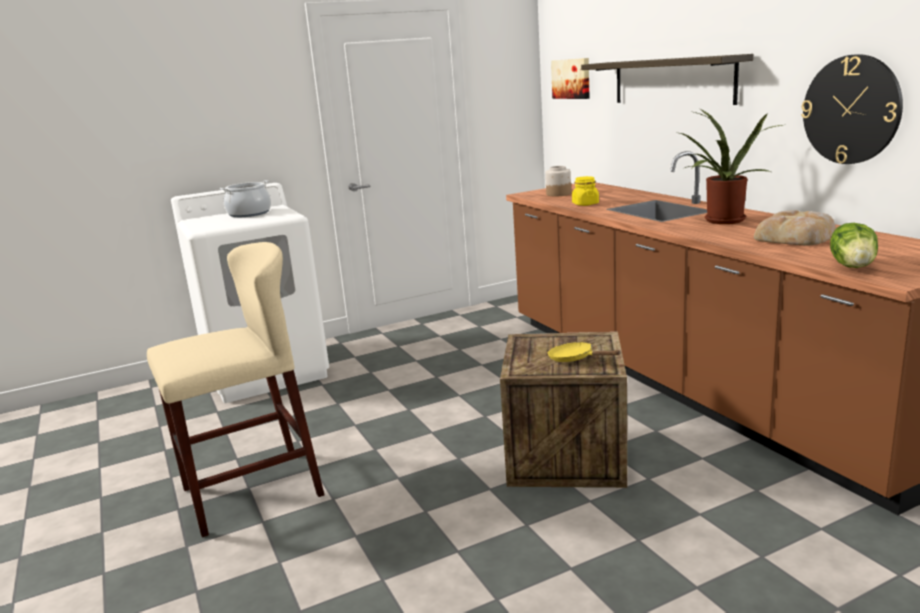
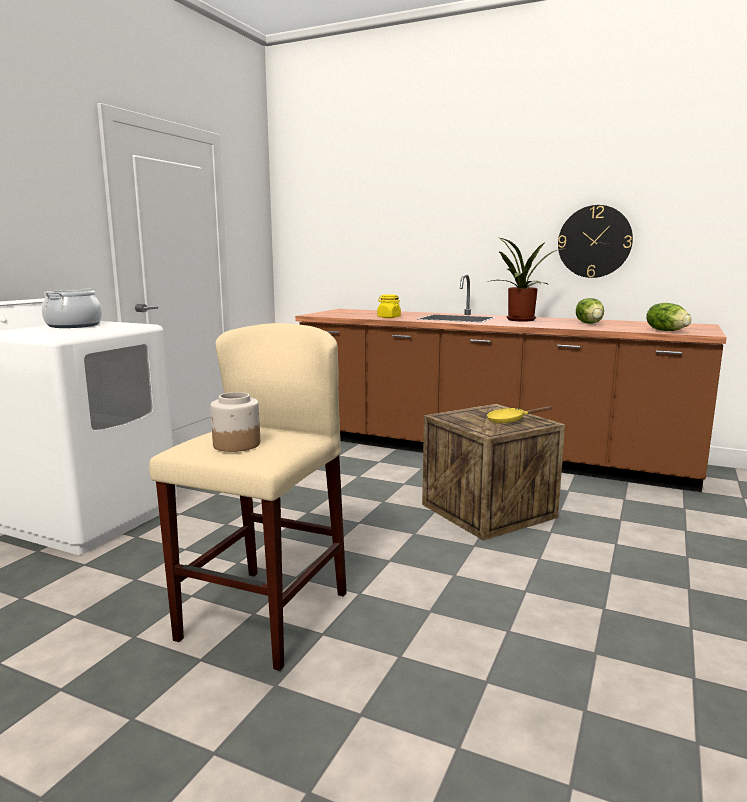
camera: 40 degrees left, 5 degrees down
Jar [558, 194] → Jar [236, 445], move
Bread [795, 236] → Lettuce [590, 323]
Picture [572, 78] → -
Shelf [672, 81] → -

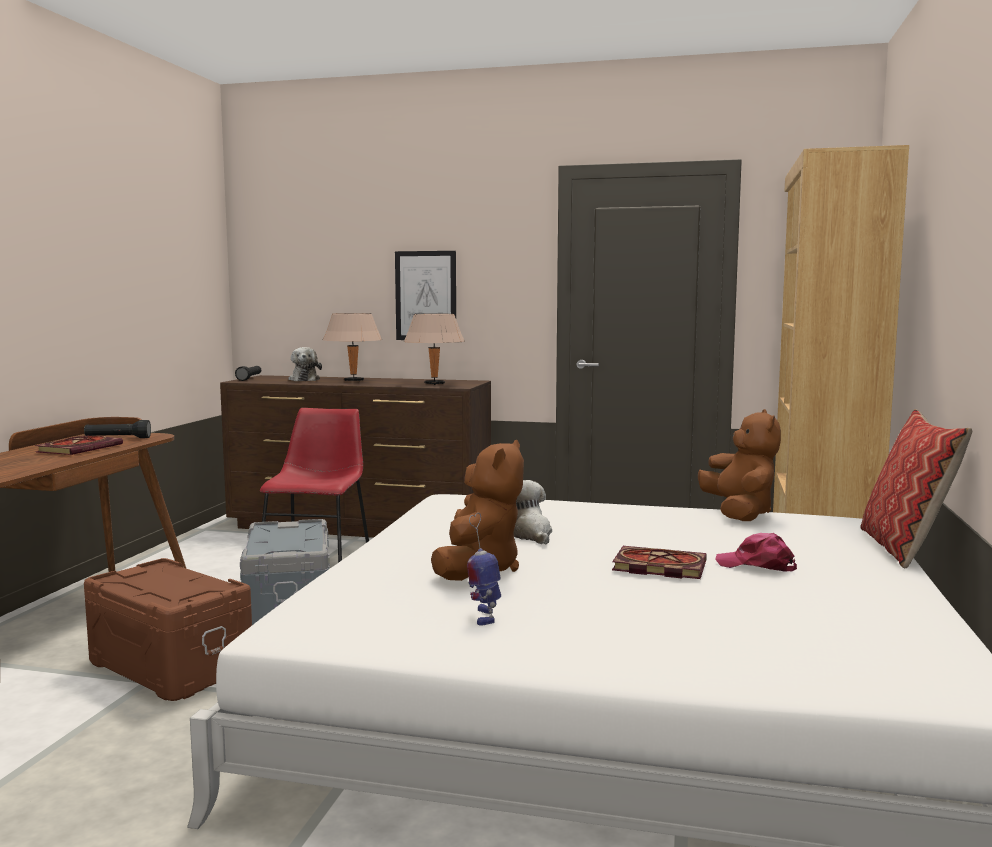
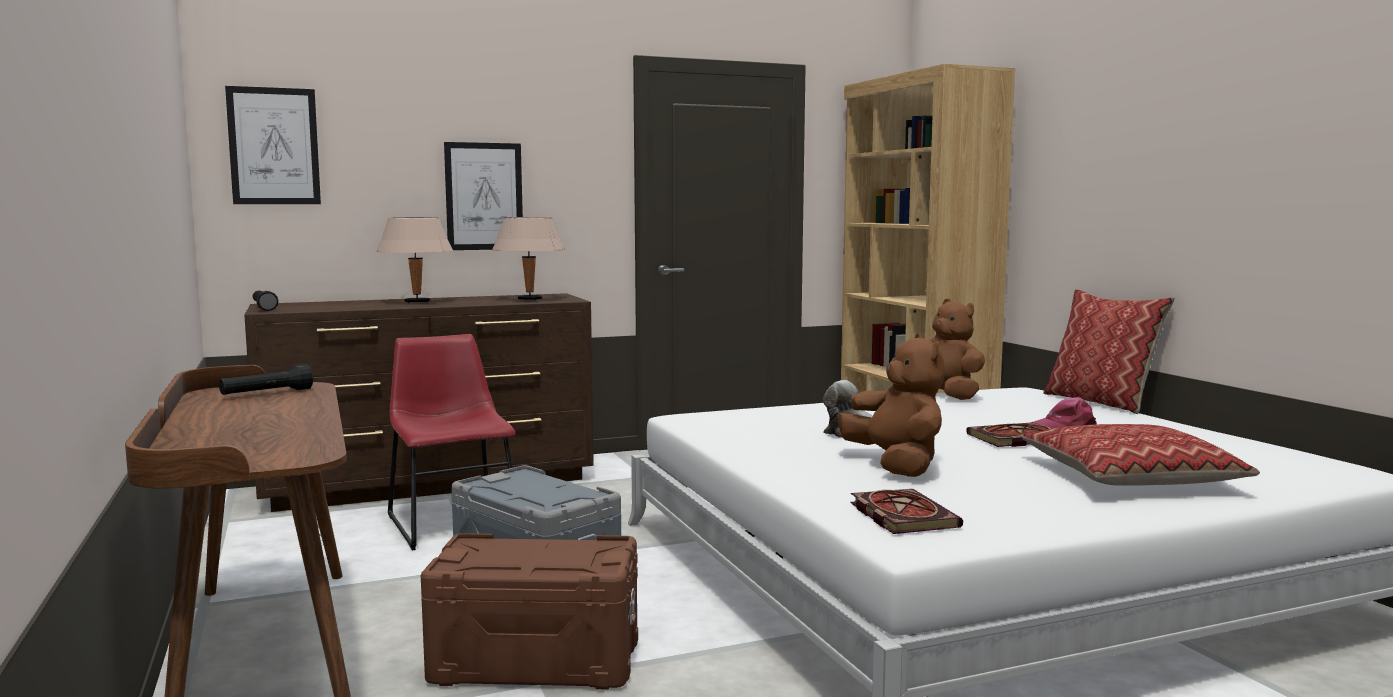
camera: 35 degrees left, 0 degrees up
- → Picture [274, 146]
Book [80, 448] → Book [900, 515], move
- → Pillow [1130, 477]
PlushToy [304, 379] → -
ToyRobot [484, 616] → -

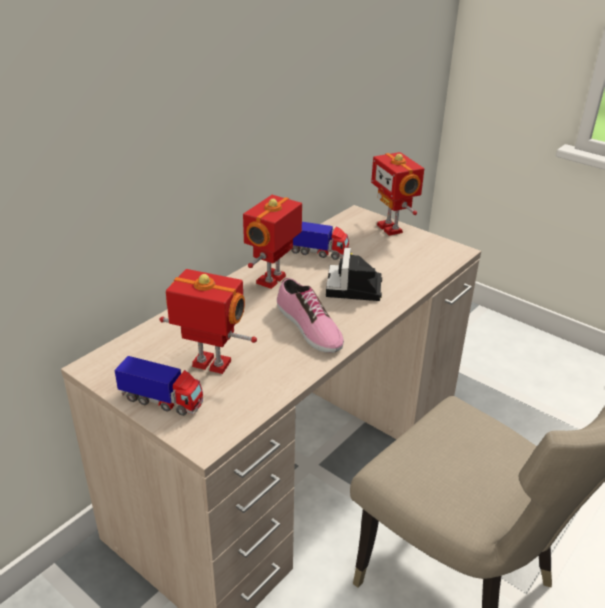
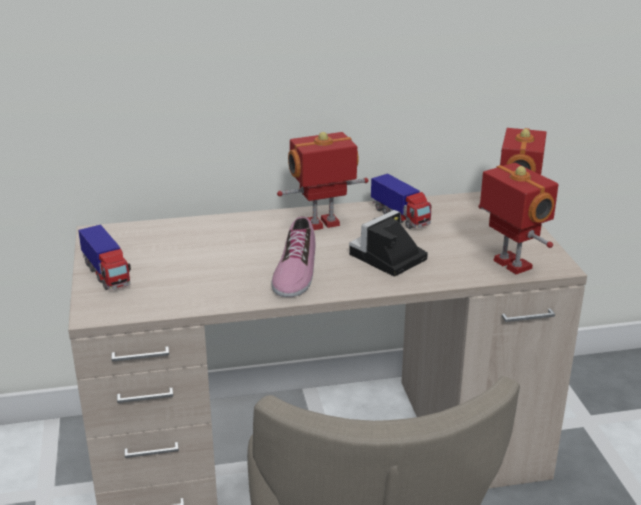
camera: 40 degrees right, 5 degrees down
ToyRobot [210, 365] → ToyRobot [510, 265], move

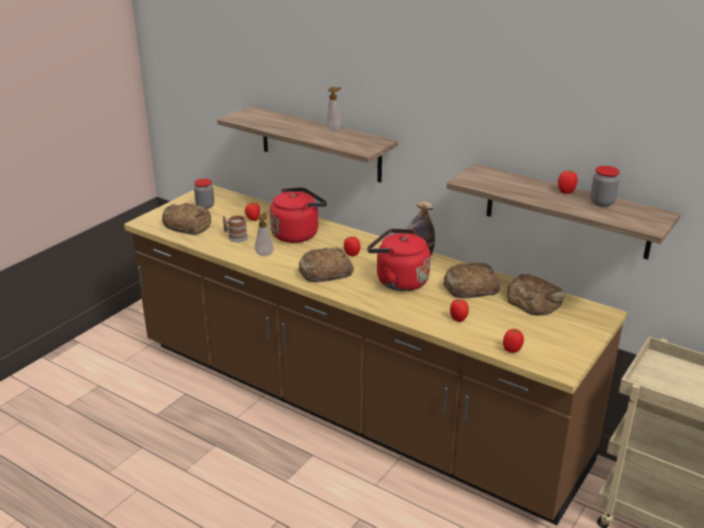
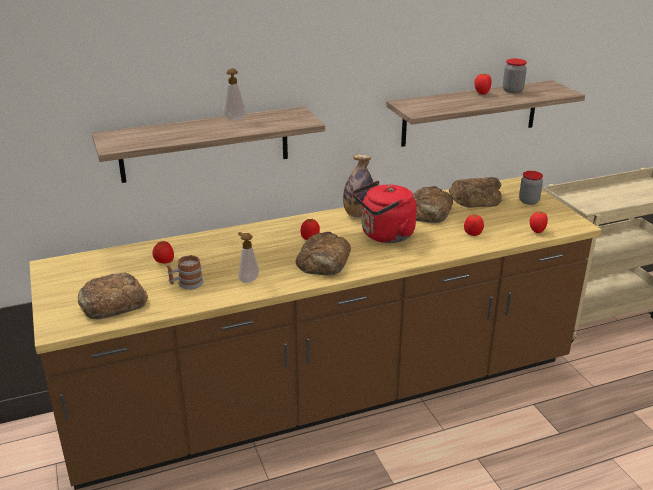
camera: 55 degrees left, 0 degrees up
Jar [205, 206] → Jar [529, 201], move
RedKettle [297, 234] → -

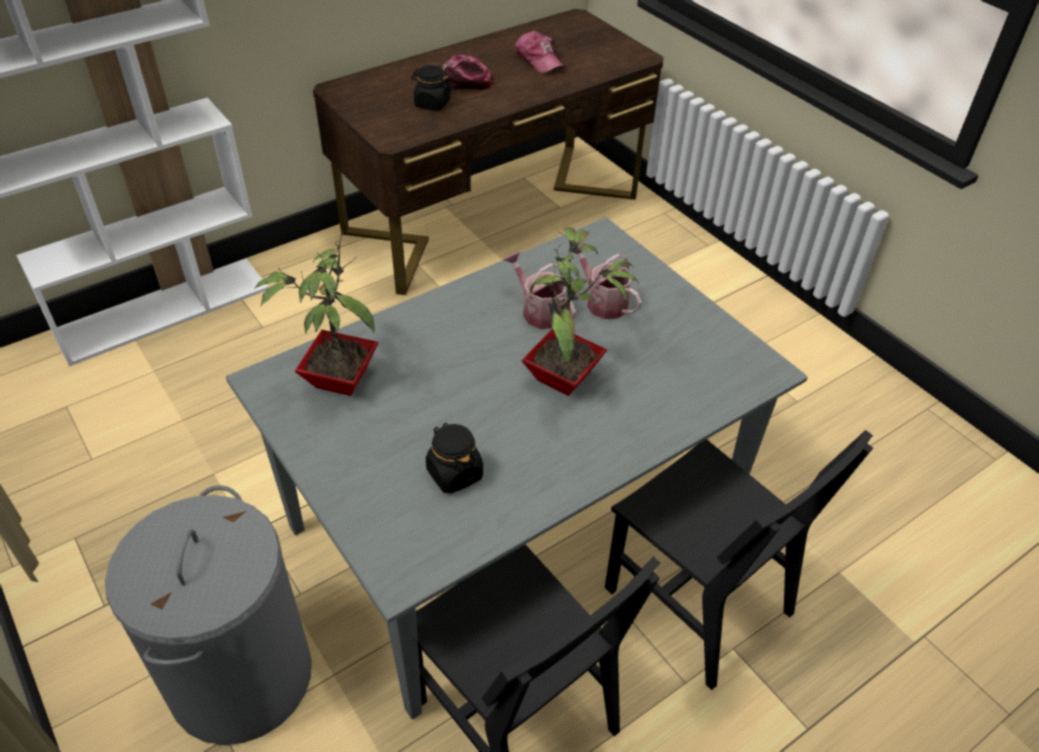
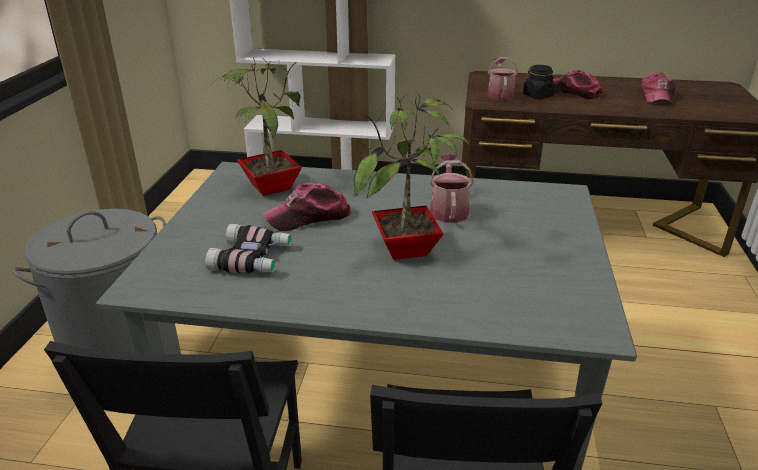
camera: 45 degrees right, 15 degrees down
BlackJar [454, 473] → Binoculars [253, 258]
- → Cap [309, 217]
WateringCan [602, 301] → WateringCan [499, 94], move

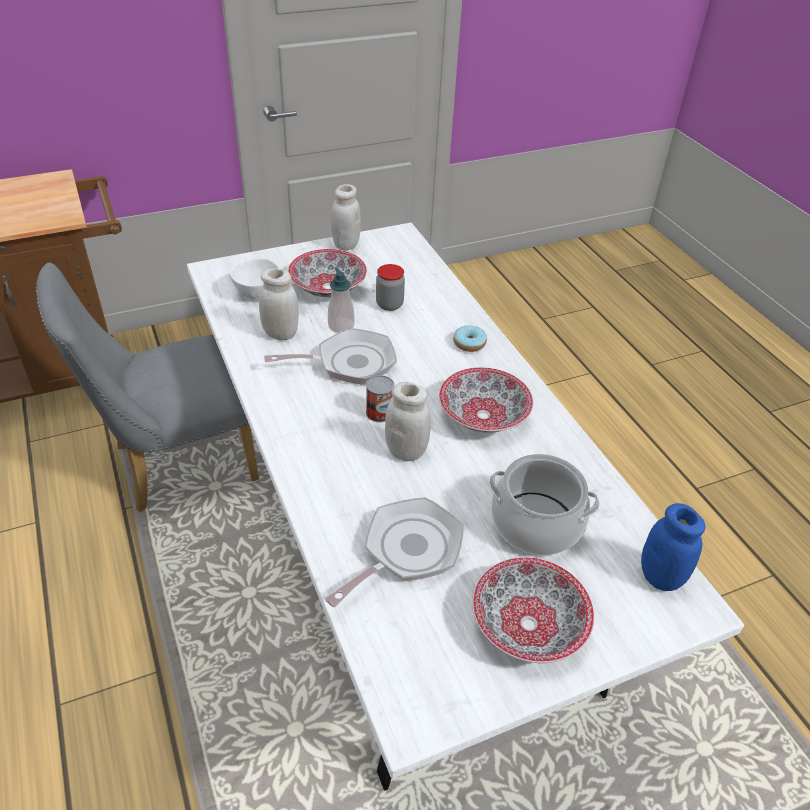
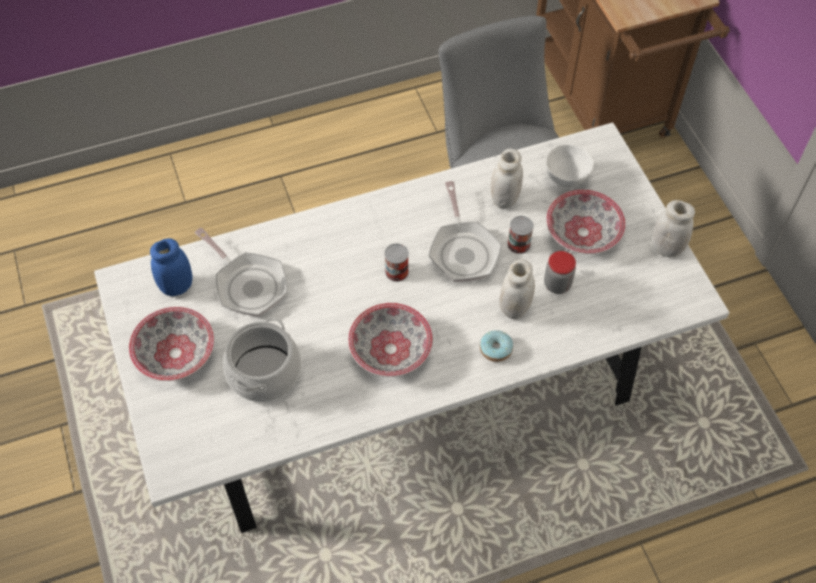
camera: 95 degrees right, 15 degrees up
BlueJar [660, 577] → BlueJar [177, 286], move
WhiteJar [406, 451] → WhiteJar [514, 308], move
SoapDispenser [341, 326] → Can [518, 244]

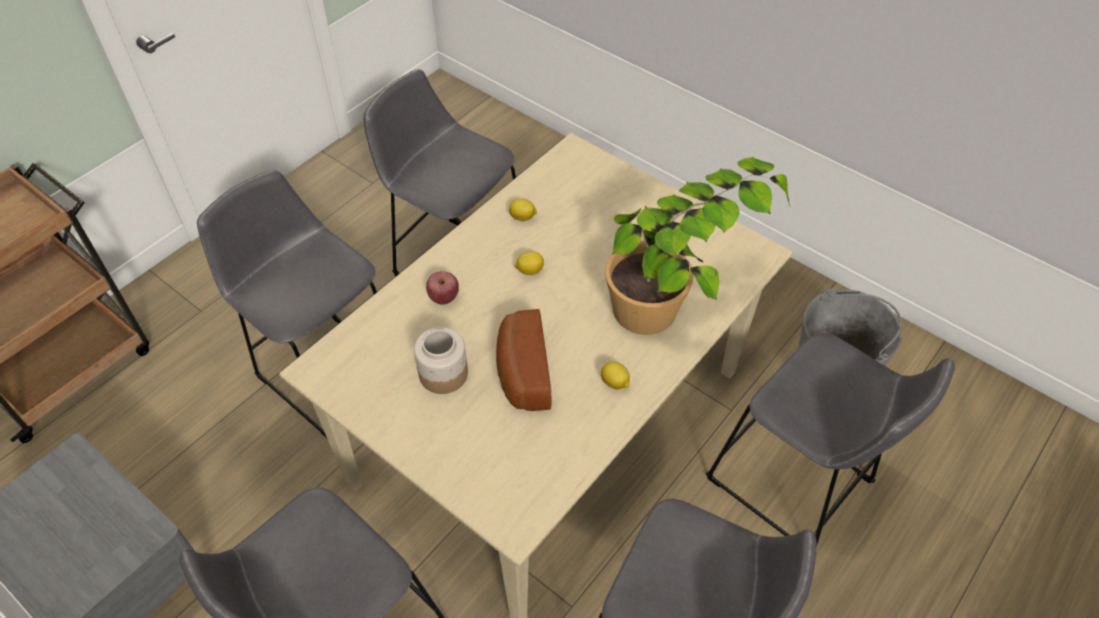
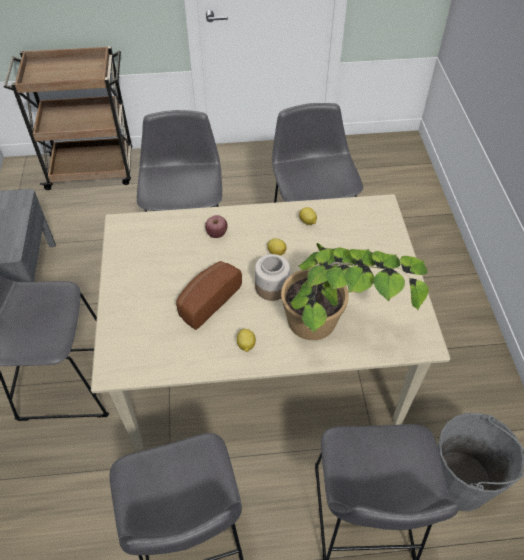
camera: 45 degrees right, 0 degrees up
Jar [443, 374] → Jar [271, 287], move

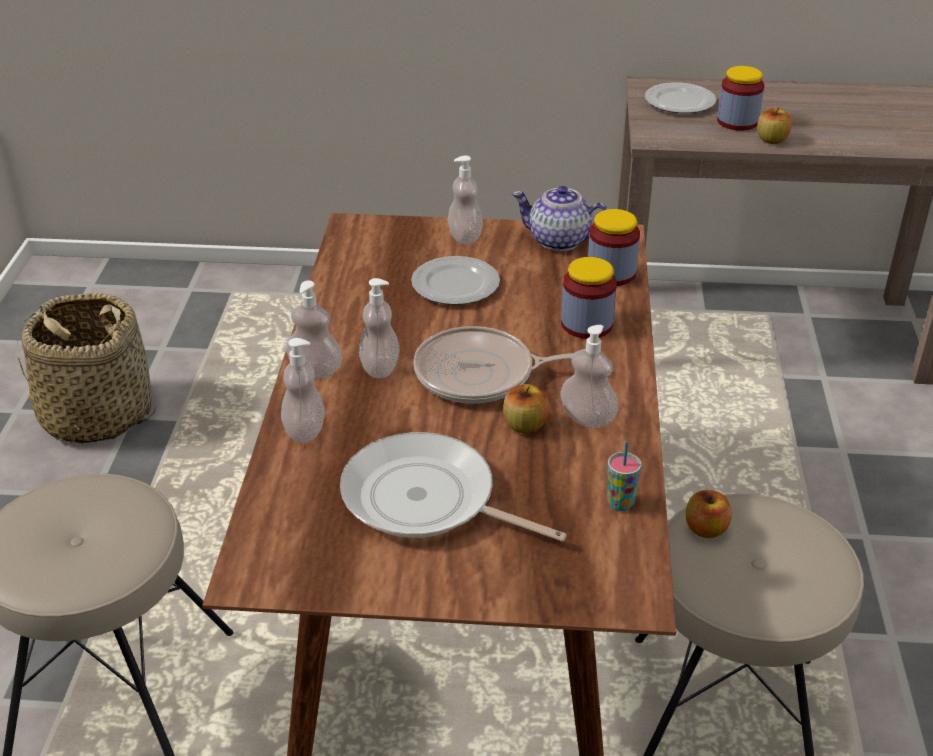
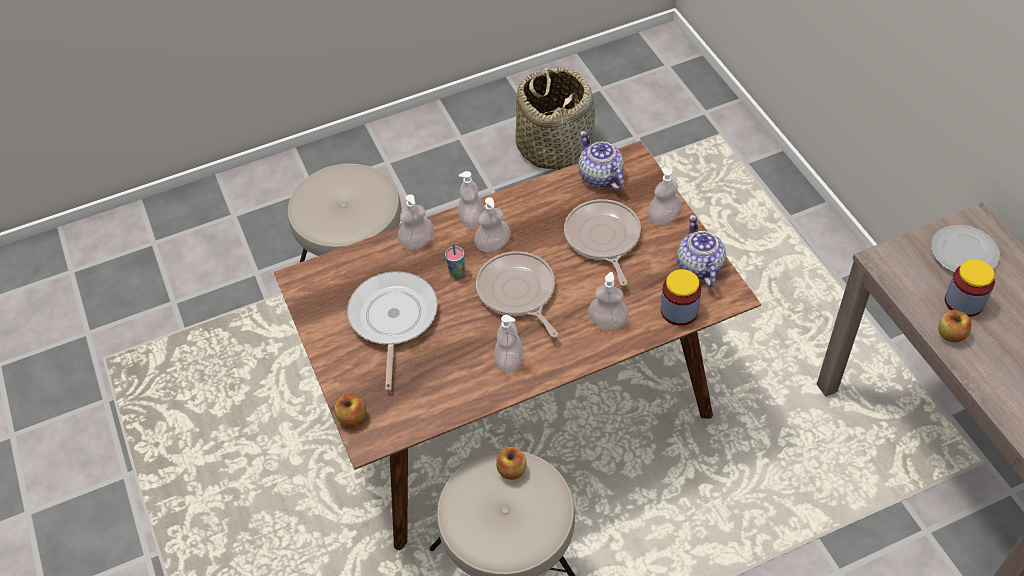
camera: 65 degrees right, 15 degrees up
Apple [525, 425] → Apple [352, 418], move
Cup [620, 503] → Cup [457, 273], move
Plate [456, 285] → FryingPan [603, 239]
- → Teapot [600, 177]
Jar [586, 324] → SoapDispenser [608, 321]

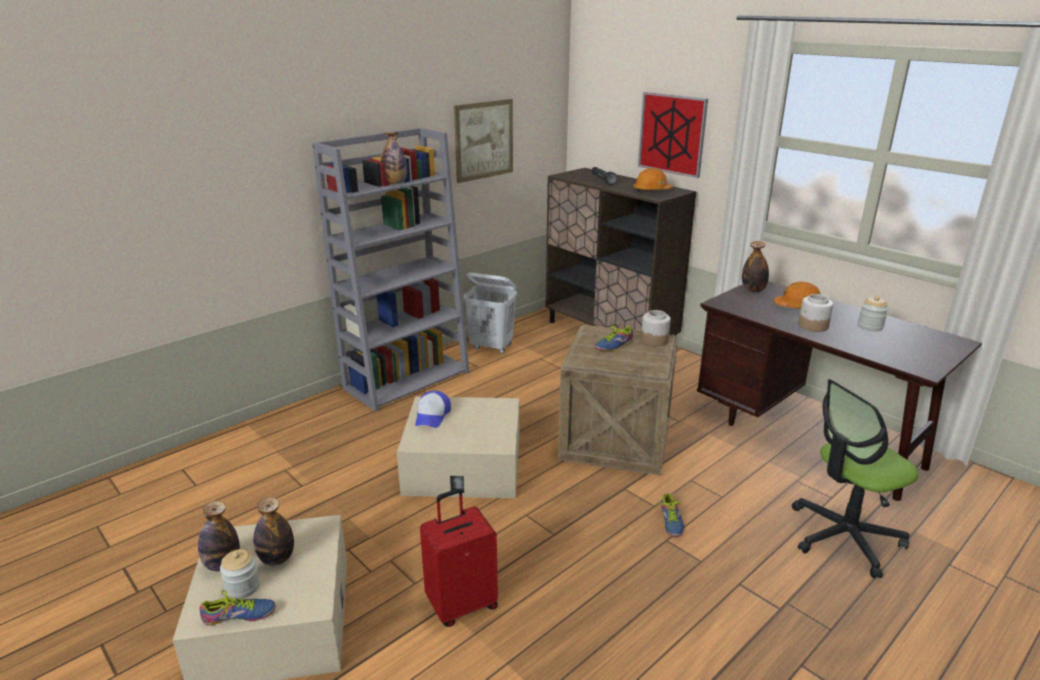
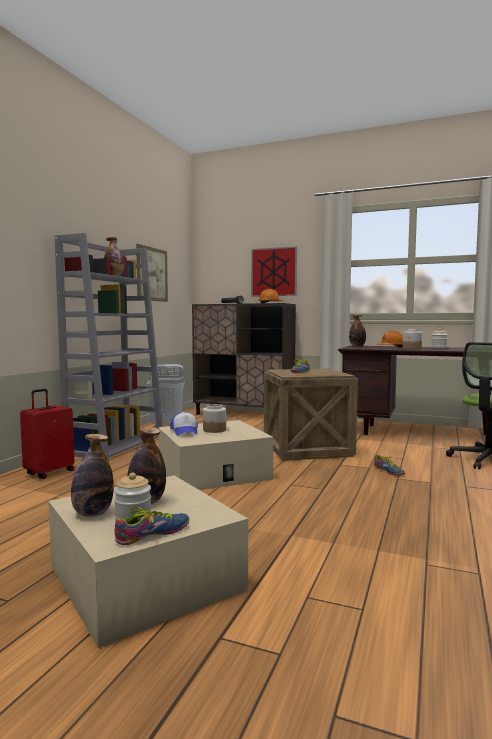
camera: 25 degrees left, 20 degrees down
RedSuitcase [461, 604] → RedSuitcase [49, 473], move
Jar [654, 340] → Jar [214, 430], move

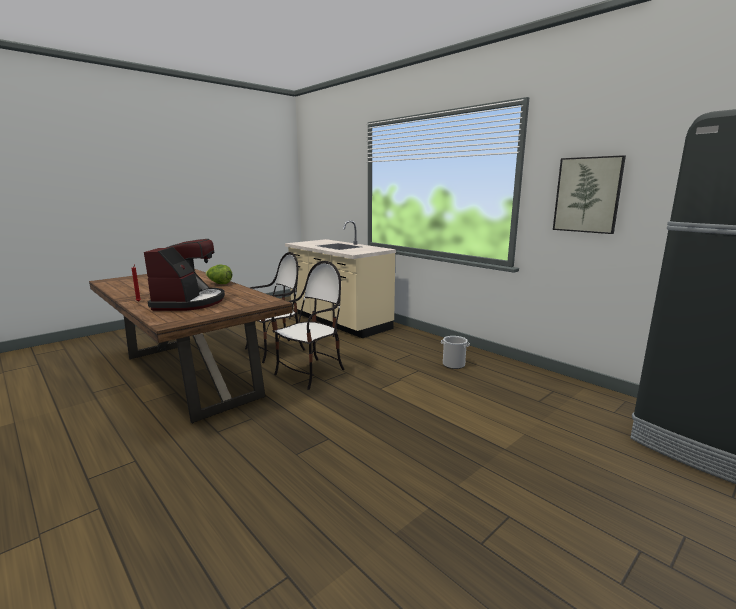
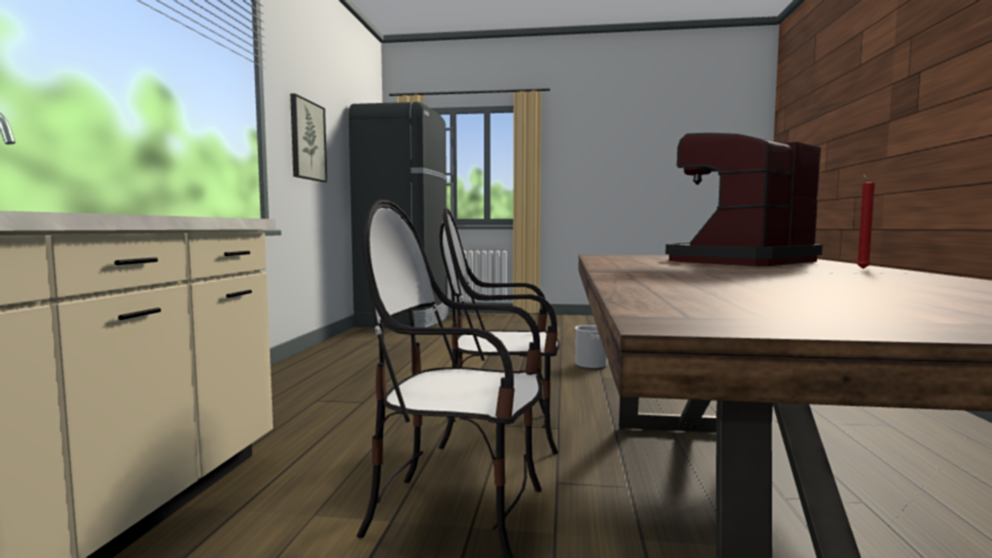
camera: 130 degrees left, 10 degrees down
Bucket [453, 364] → Bucket [591, 365], move
Lettuce [219, 284] → -

